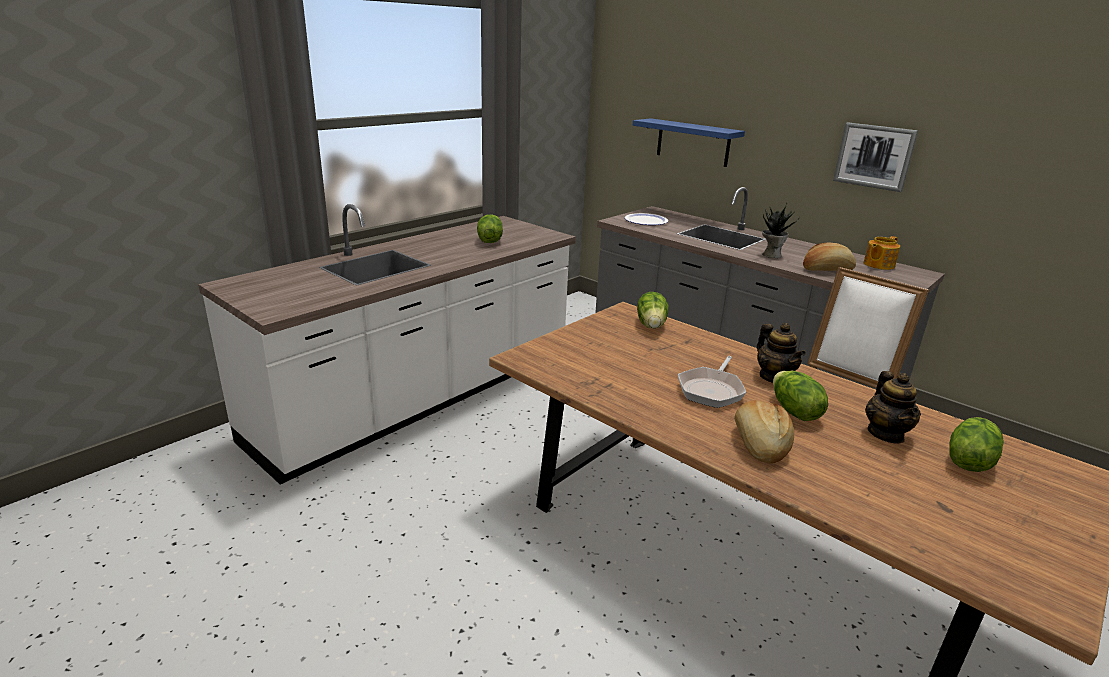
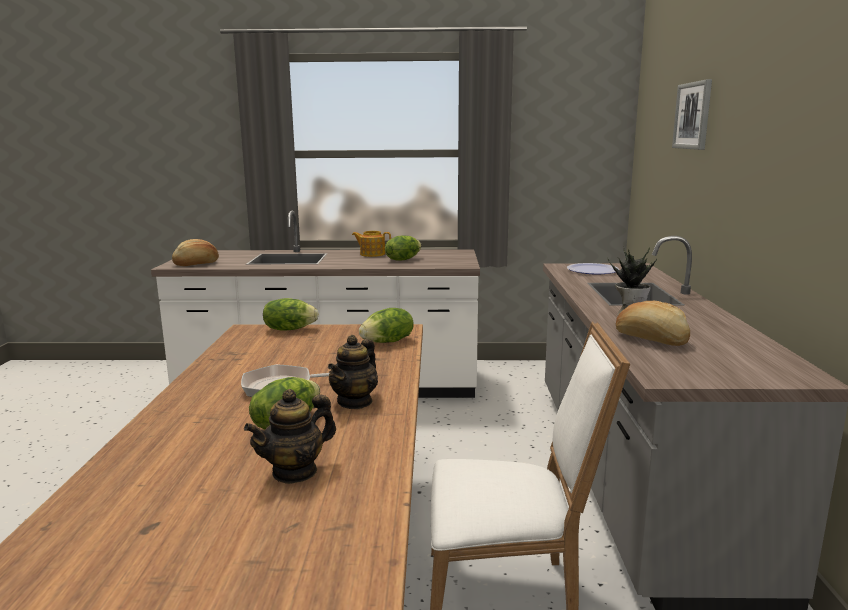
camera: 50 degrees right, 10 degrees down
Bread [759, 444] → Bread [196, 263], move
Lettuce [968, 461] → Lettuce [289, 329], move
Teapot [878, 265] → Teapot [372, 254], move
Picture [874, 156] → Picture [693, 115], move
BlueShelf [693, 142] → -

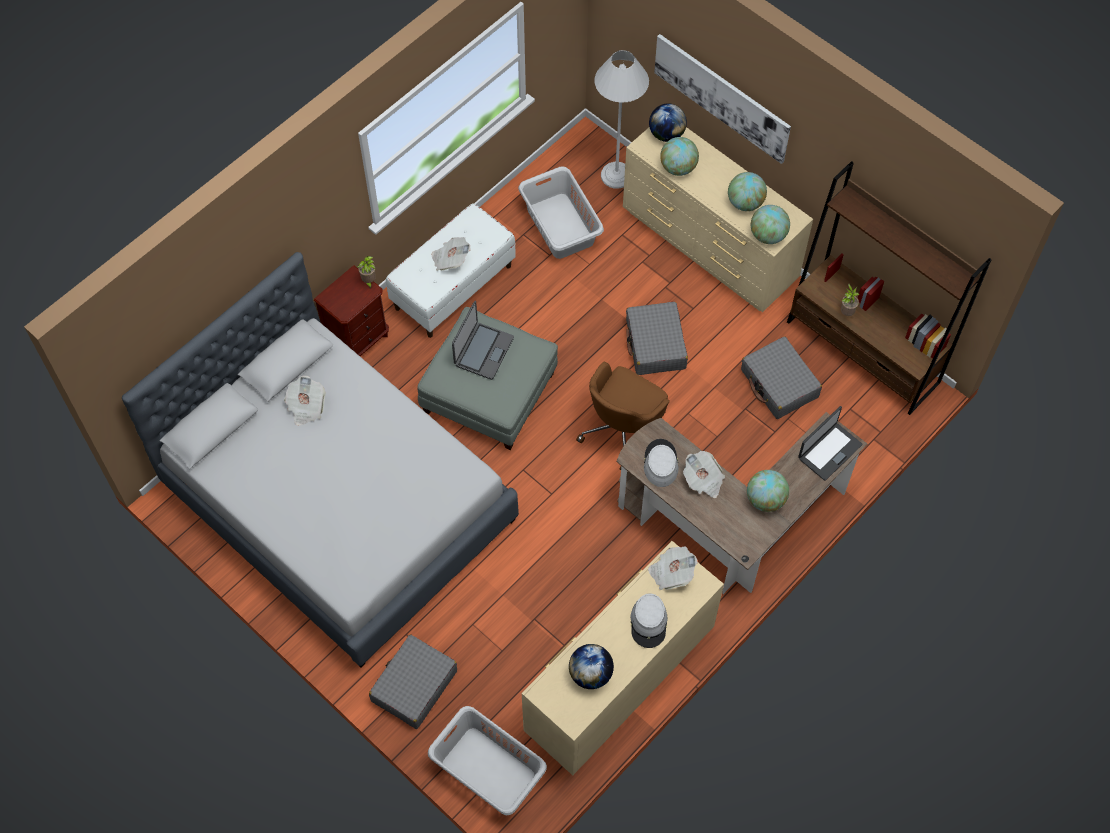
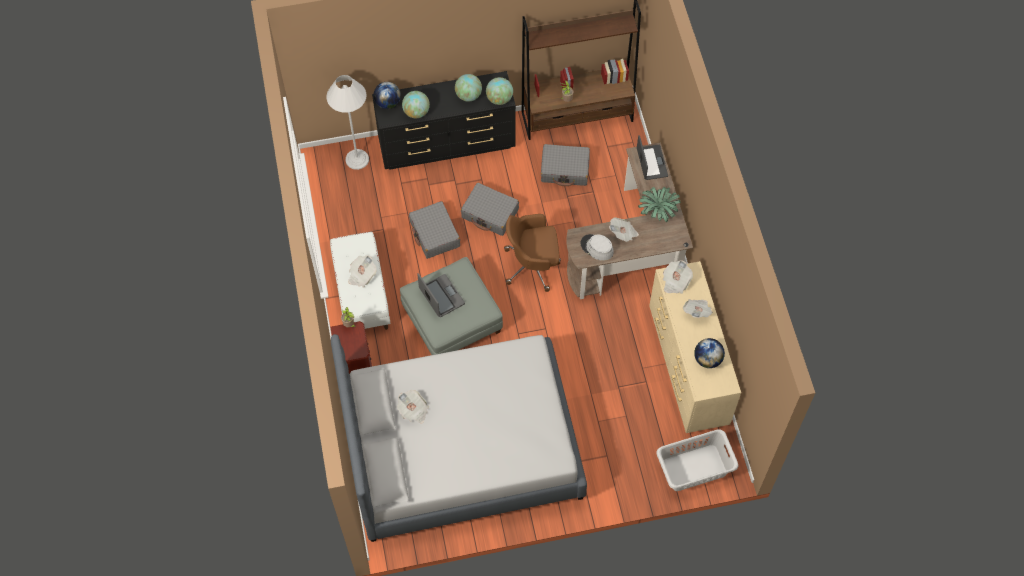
camera: 55 degrees left, 0 degrees up
BeigeDresser [709, 247] → BlackDresser [447, 144]
GreySuitcase [414, 686] → GreySuitcase [434, 234], move
BrownOfficeChair [623, 430] → BrownOfficeChair [533, 265], 105 degrees clockwise
Globe [765, 499] → PottedPlant [657, 212]
GreyHat [649, 622] → Newspaper [697, 311]
GreyLaundryBasket [561, 225] → -
Picture [721, 97] → -

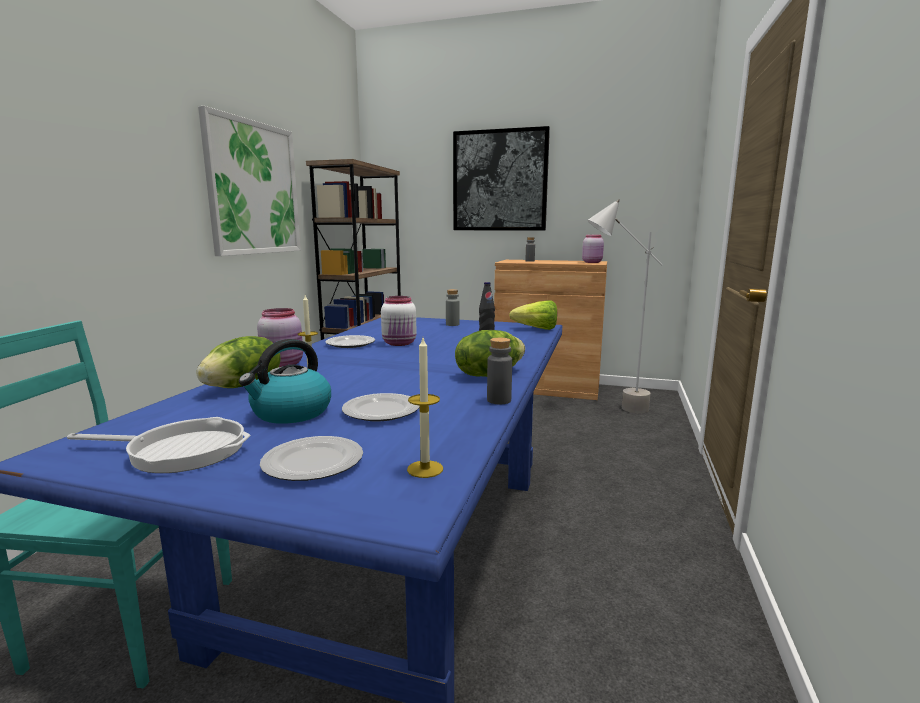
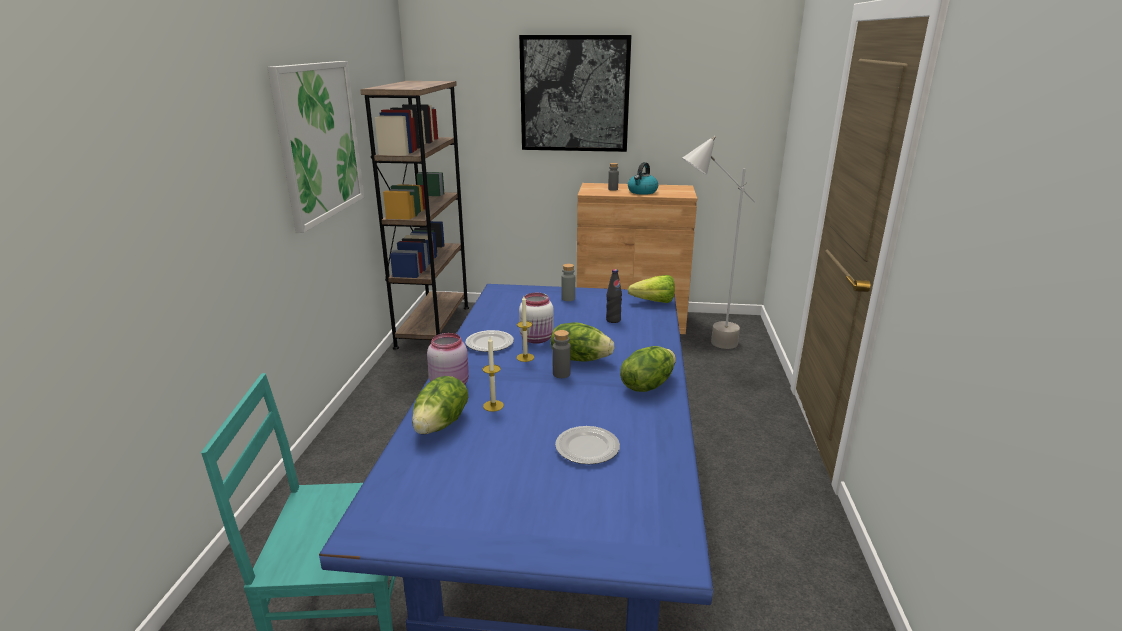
camera: 10 degrees left, 10 degrees up
Candle [425, 469] → Candle [525, 357], move
- → Lettuce [580, 358]
GreyBottle [499, 400] → GreyBottle [561, 374], move
Kettle [291, 413] → Kettle [642, 192], move
FryingPan [180, 451] → -
Plate [314, 463] → -
PinkJar [592, 262] → -

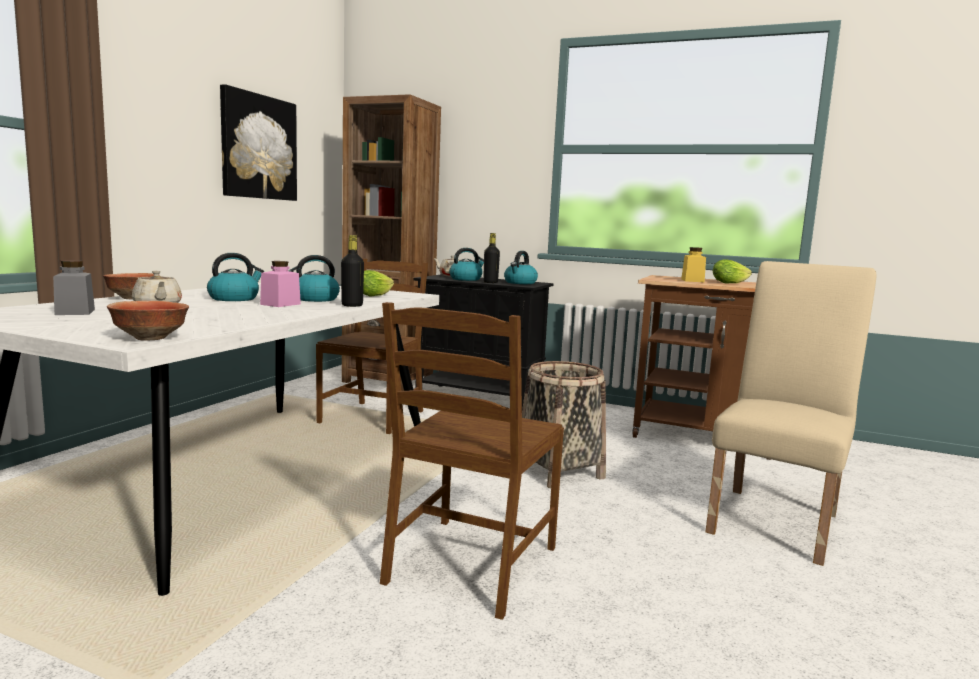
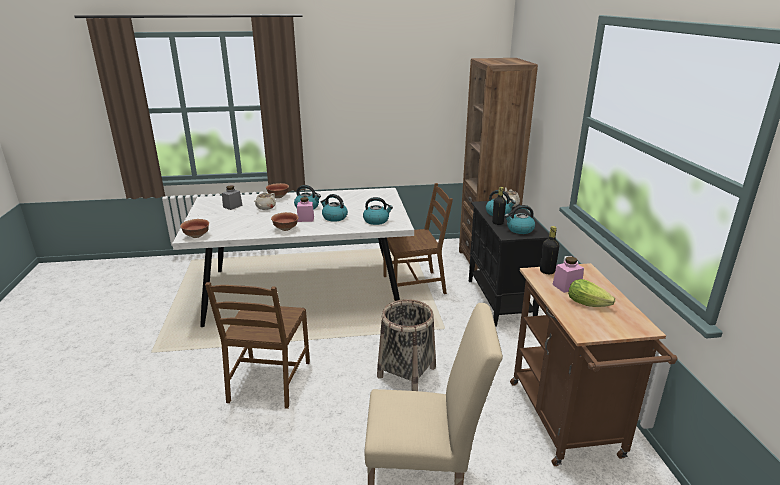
camera: 60 degrees right, 15 degrees up
BrownChair [471, 565] → BrownChair [269, 381], 75 degrees counterclockwise
- → Bowl [286, 229]
Lettuce [376, 295] → Kettle [376, 220]
BlackBottle [352, 305] → BlackBottle [547, 271], move
YellowJar [692, 280] → PinkJar [566, 286]
Picture [258, 147] → -

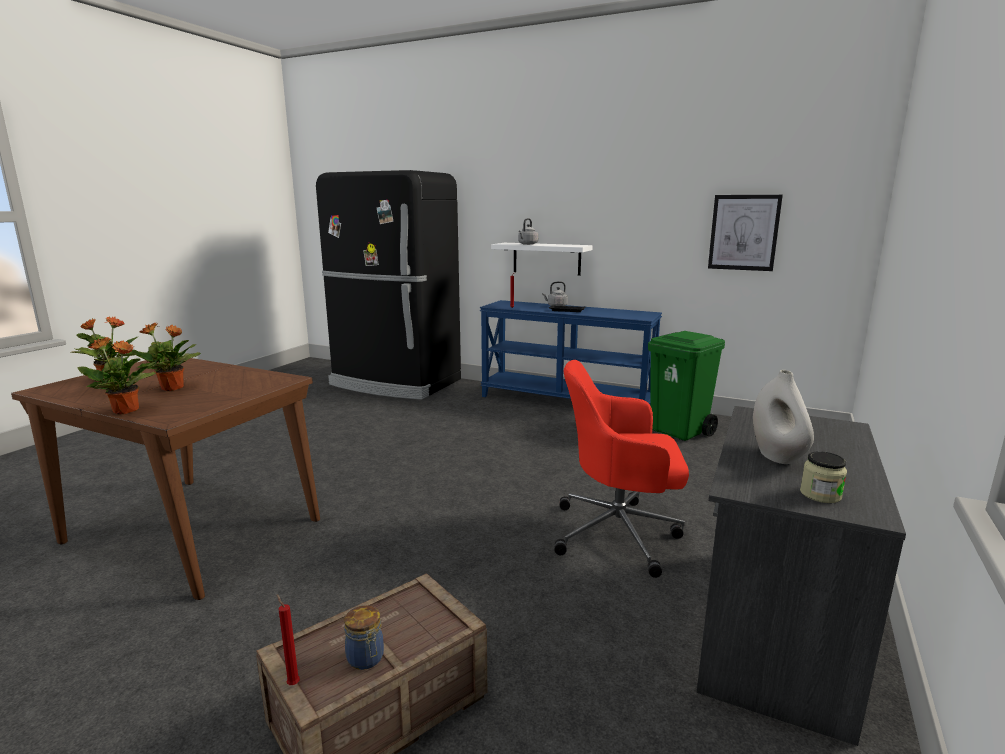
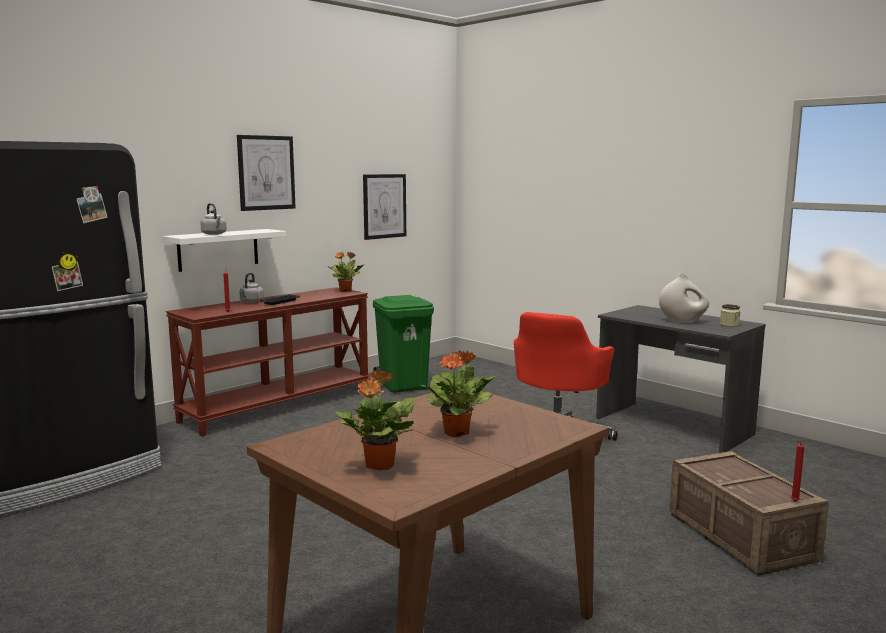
camera: 70 degrees left, 5 degrees down
BlueConsoleTable [566, 401] → BrownConsoleTable [278, 405]
- → Picture [266, 173]
PottedPlant [126, 411] → PottedPlant [346, 291], move
Jar [366, 659] → -

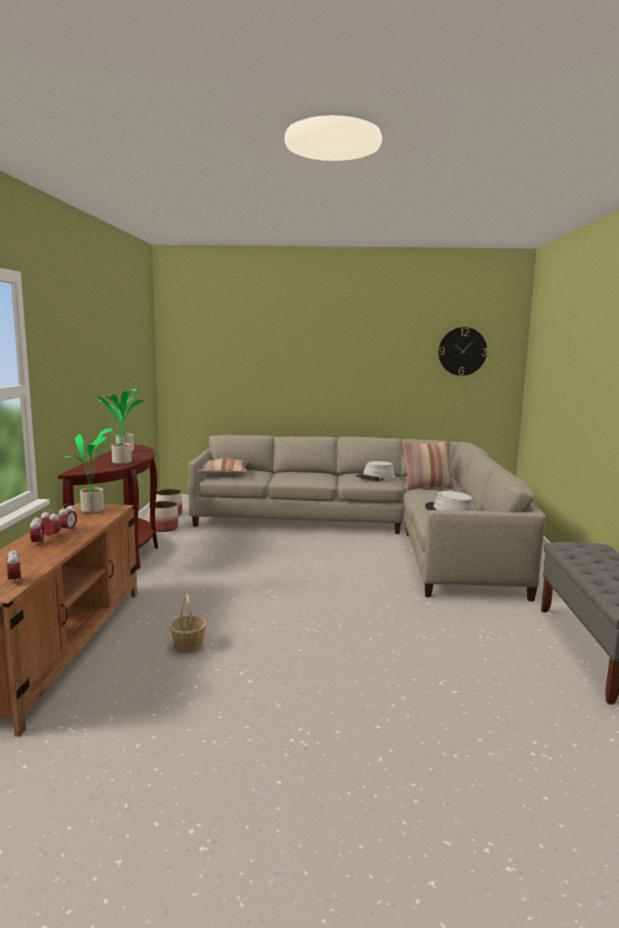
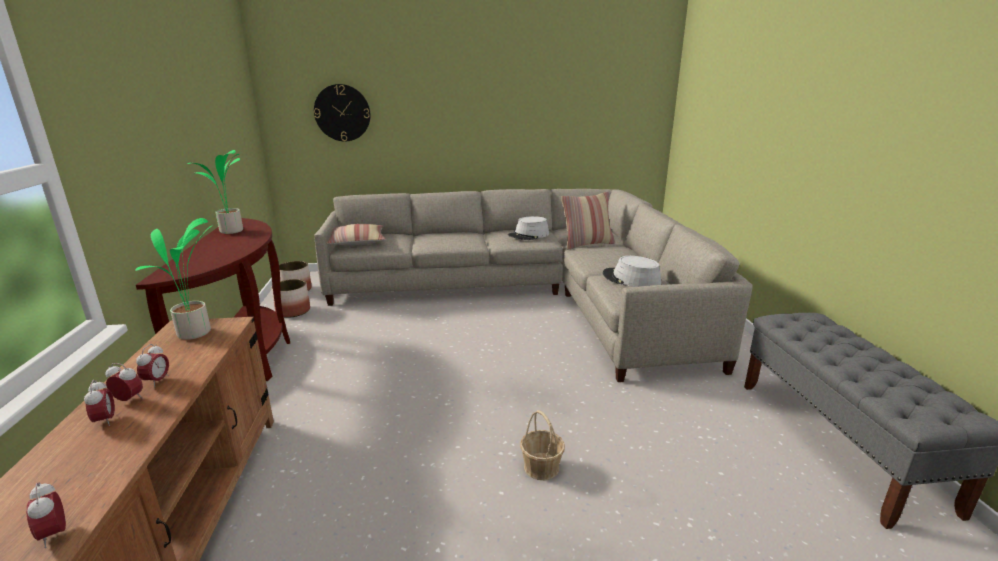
camera: 10 degrees left, 10 degrees up
WallClock [462, 351] → WallClock [342, 113], move
Basket [189, 645] → Basket [541, 467], move
PottedPlant [120, 462] → -

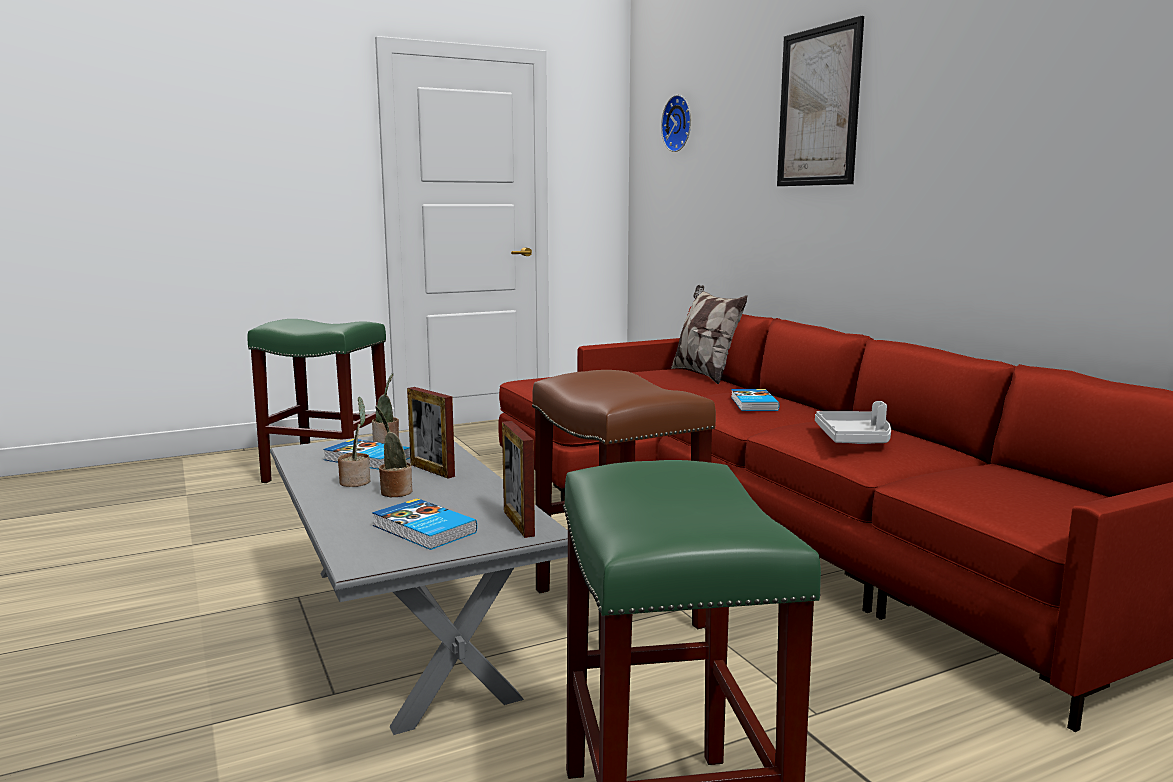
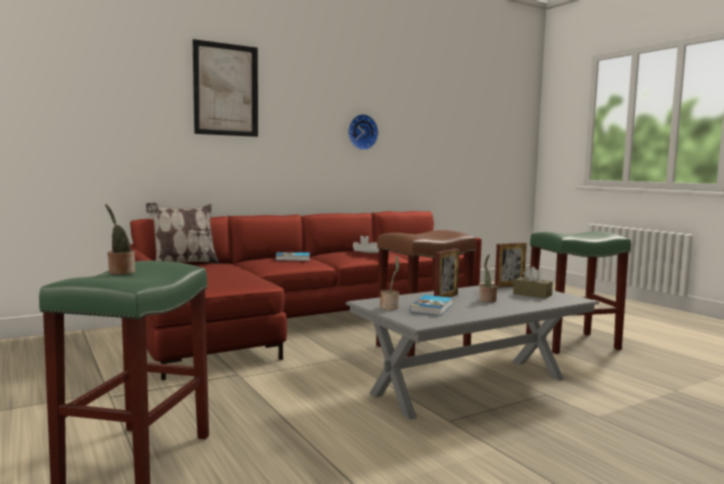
camera: 95 degrees left, 5 degrees down
PottedPlant [356, 481] → PottedPlant [120, 272], move
WallClock [679, 123] → WallClock [361, 132], move
Book [423, 530] → BrownTissueBox [532, 294]

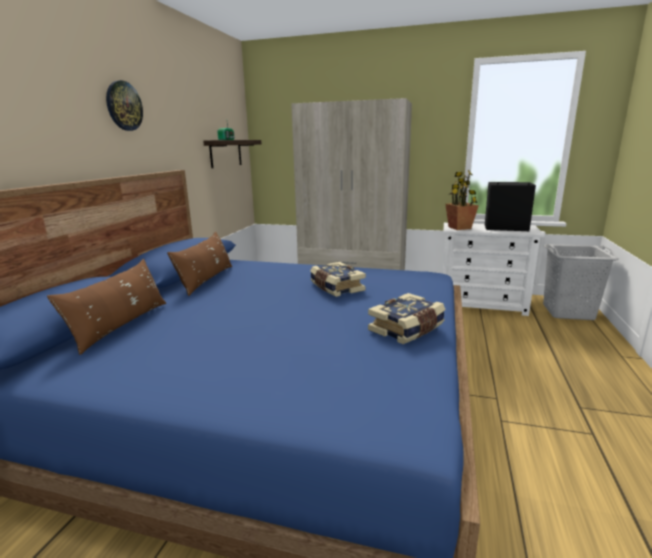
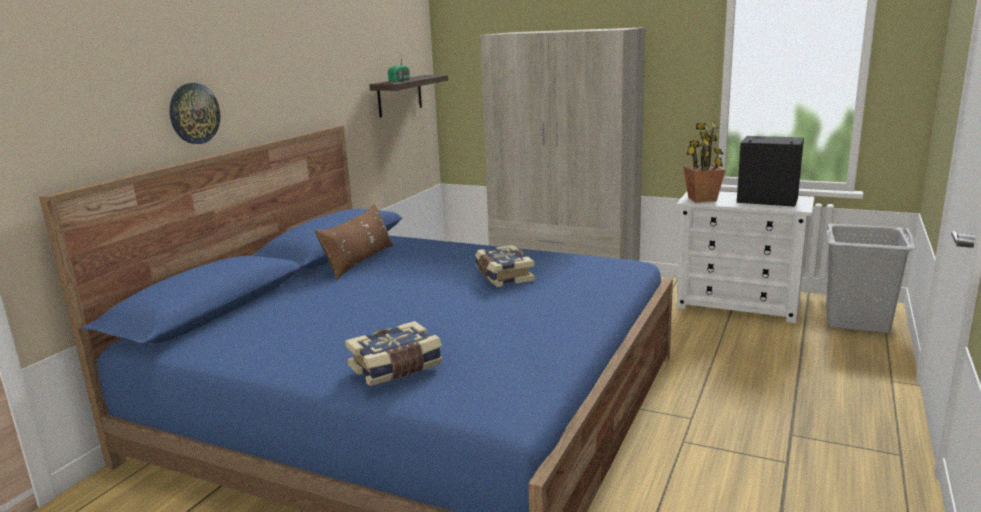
camera: 10 degrees right, 0 degrees up
WallClock [124, 106] → WallClock [194, 113], move
Book [407, 329] → Book [396, 367], move
BrownPillow [121, 325] → -

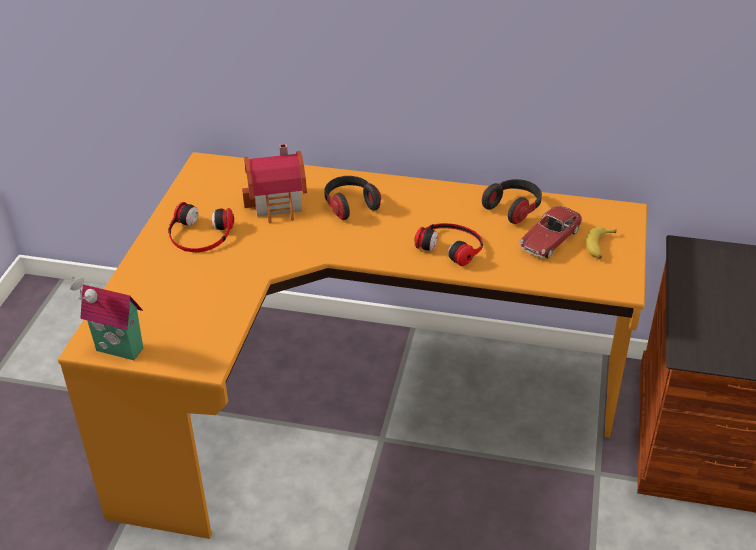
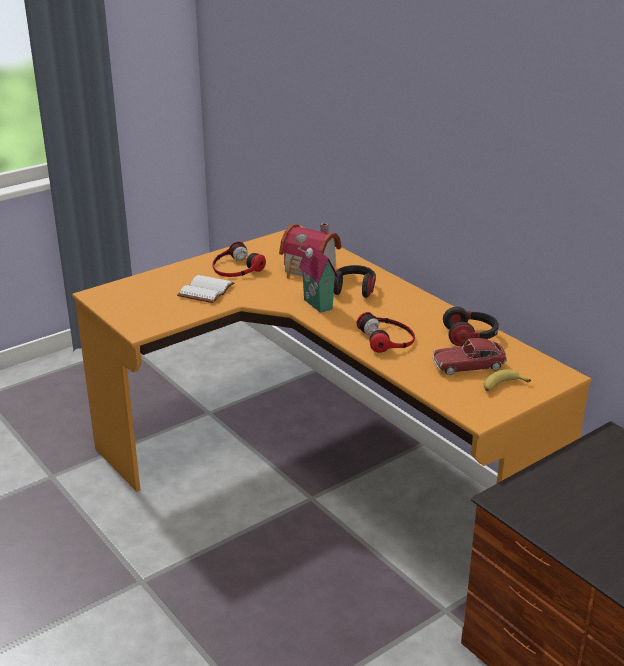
camera: 40 degrees right, 10 degrees down
- → WhiteBook [205, 290]
ToyHouse [117, 351] → ToyHouse [315, 304], move

